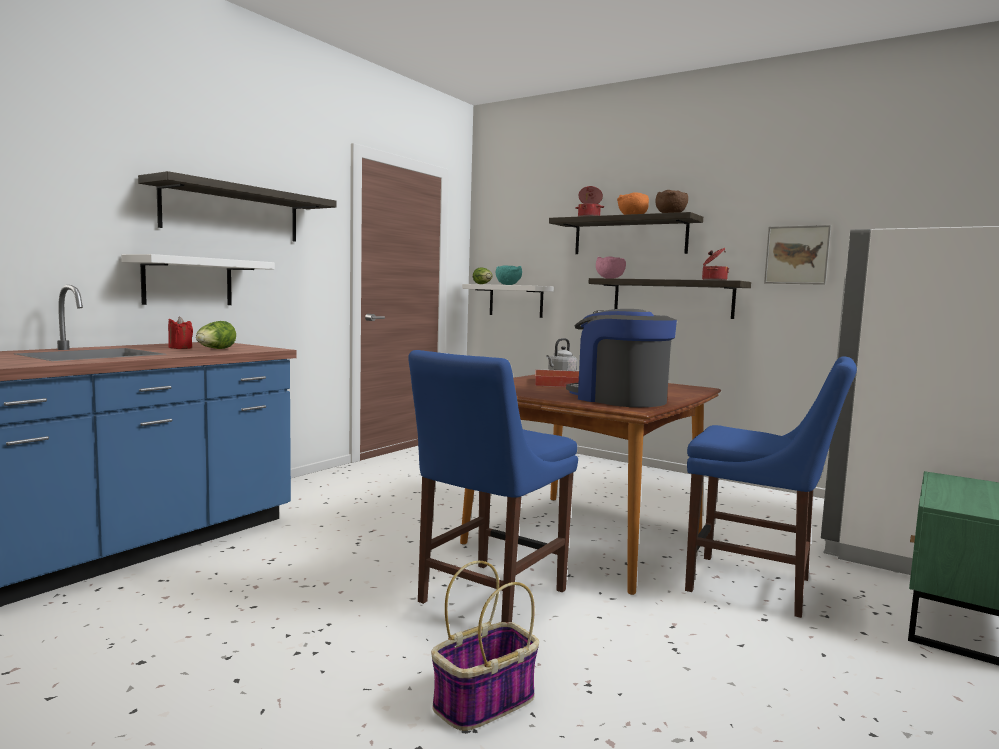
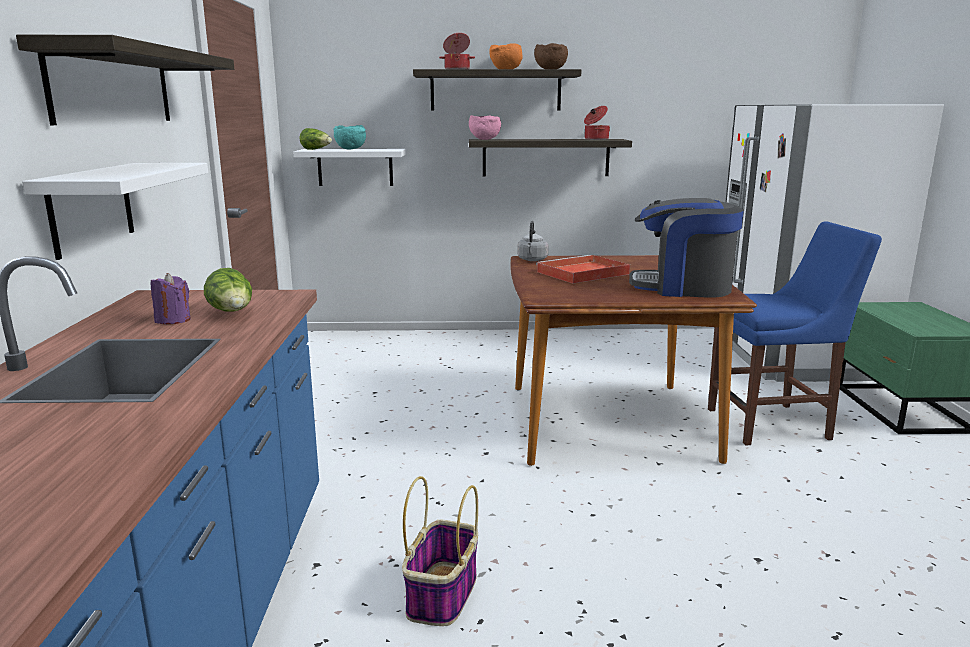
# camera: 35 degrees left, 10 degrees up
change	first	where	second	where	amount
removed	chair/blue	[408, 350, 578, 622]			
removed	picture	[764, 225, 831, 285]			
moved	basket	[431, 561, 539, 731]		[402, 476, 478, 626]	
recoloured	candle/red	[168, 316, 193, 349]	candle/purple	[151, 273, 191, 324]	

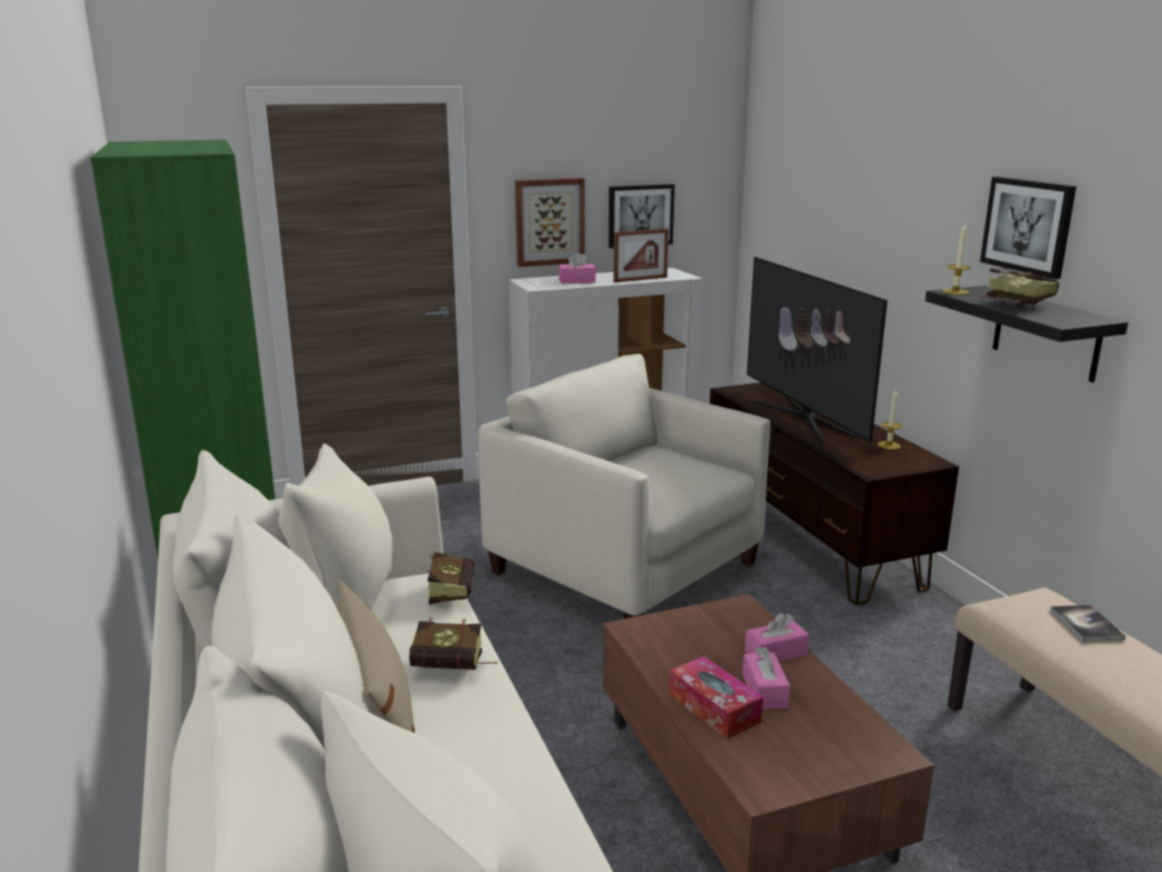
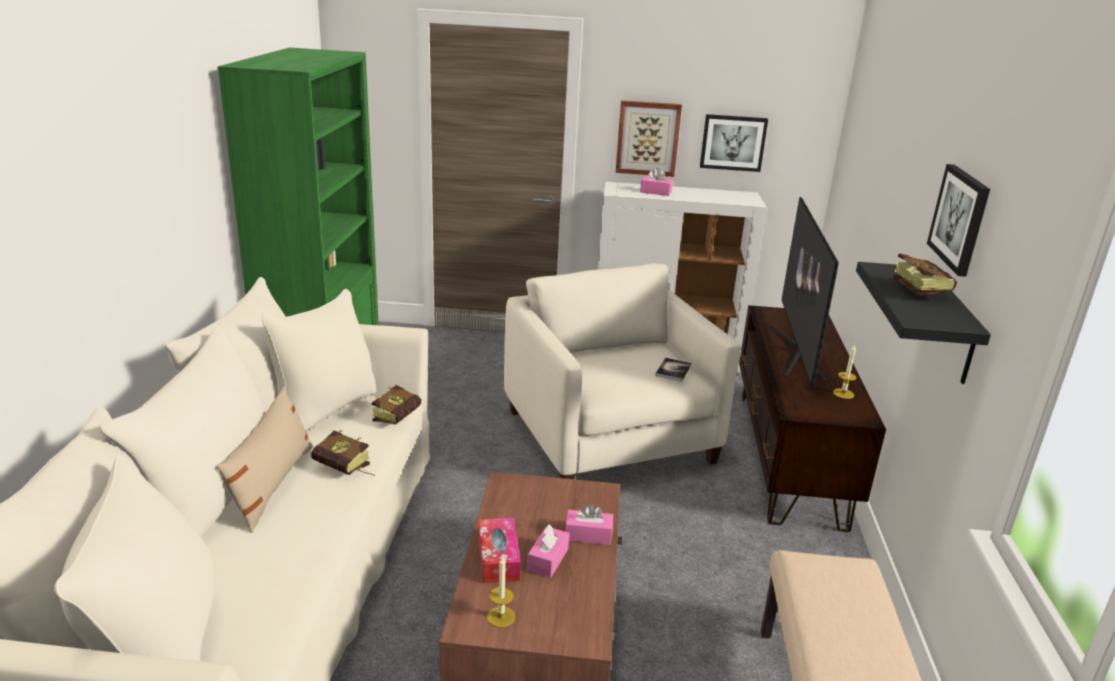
# camera: 25 degrees right, 5 degrees up
change	first	where	second	where	amount
removed	picture frame	[613, 228, 669, 283]			
moved	candle	[942, 223, 971, 295]		[487, 556, 515, 627]	
moved	book	[1050, 605, 1126, 643]		[655, 358, 691, 382]	

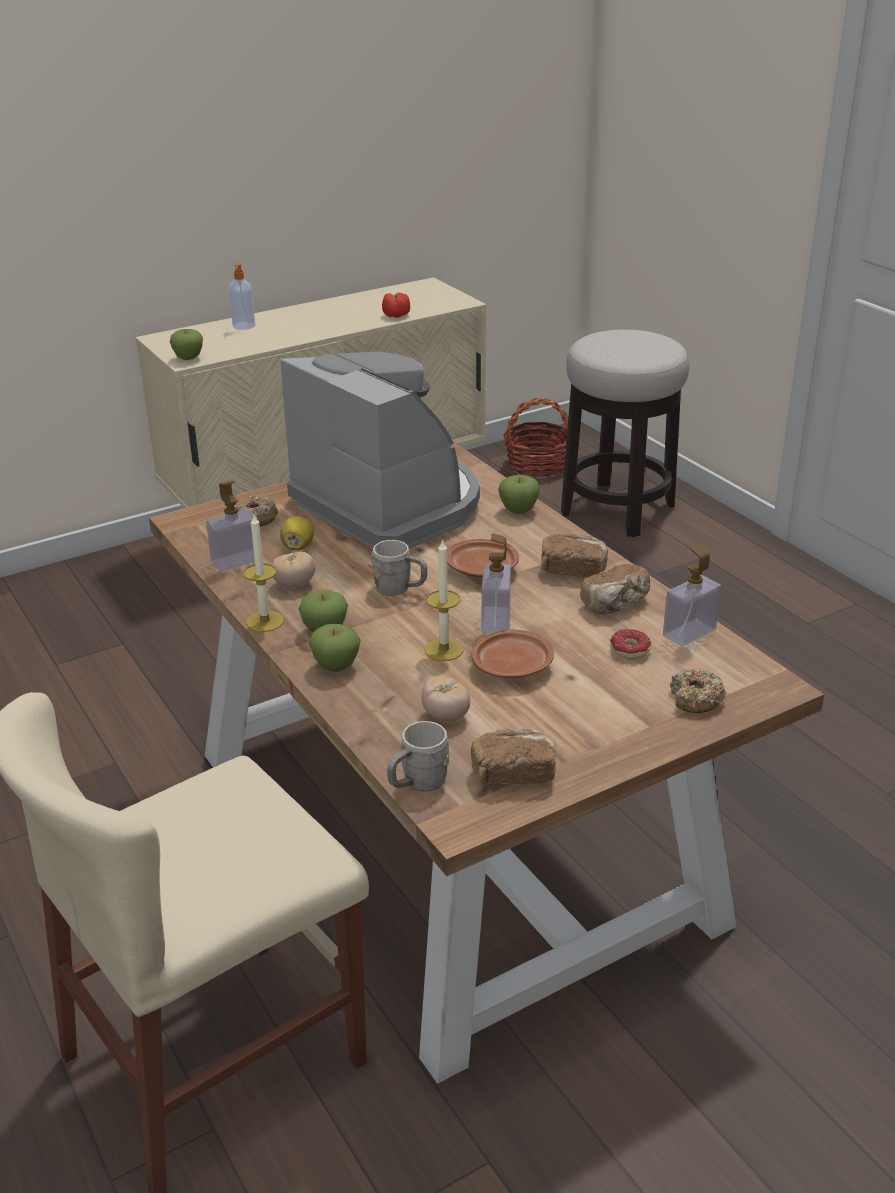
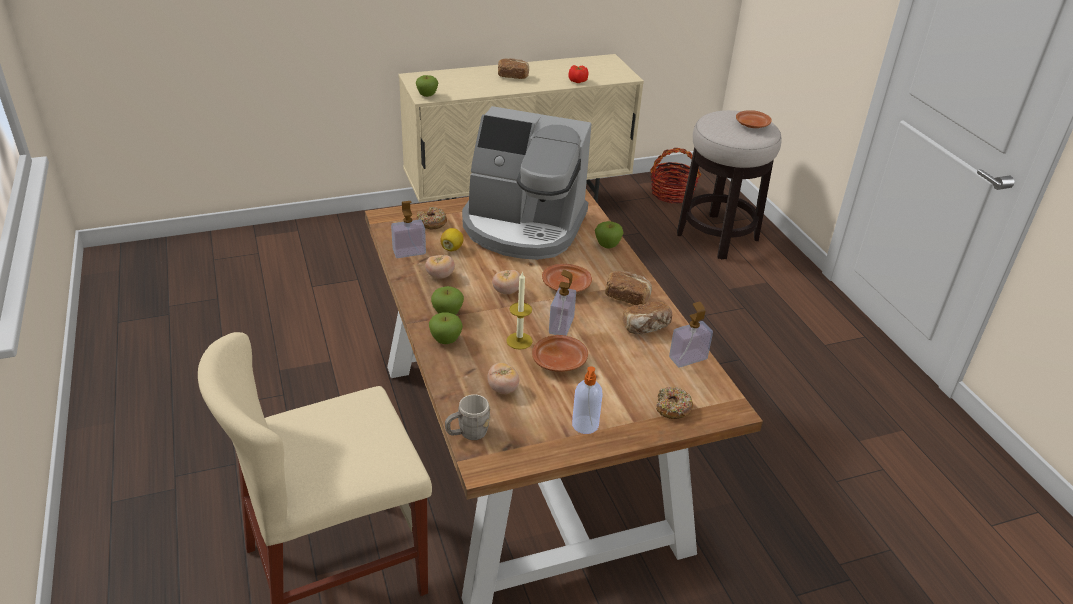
# camera: 10 degrees right, 5 degrees up
change	first	where	second	where	amount
removed	candle	[243, 515, 284, 632]			
removed	donut	[610, 629, 651, 659]			
added			plate/brown	[736, 110, 772, 128]	
moved	soap dispenser	[229, 263, 255, 330]		[572, 366, 602, 434]	
moved	bread	[471, 728, 556, 786]		[498, 58, 529, 79]	
replaced	mug/grey	[371, 540, 427, 596]	tomato	[492, 270, 521, 294]	
turned	coffee machine	[280, 351, 480, 549]		[462, 106, 592, 260]	135 degrees clockwise

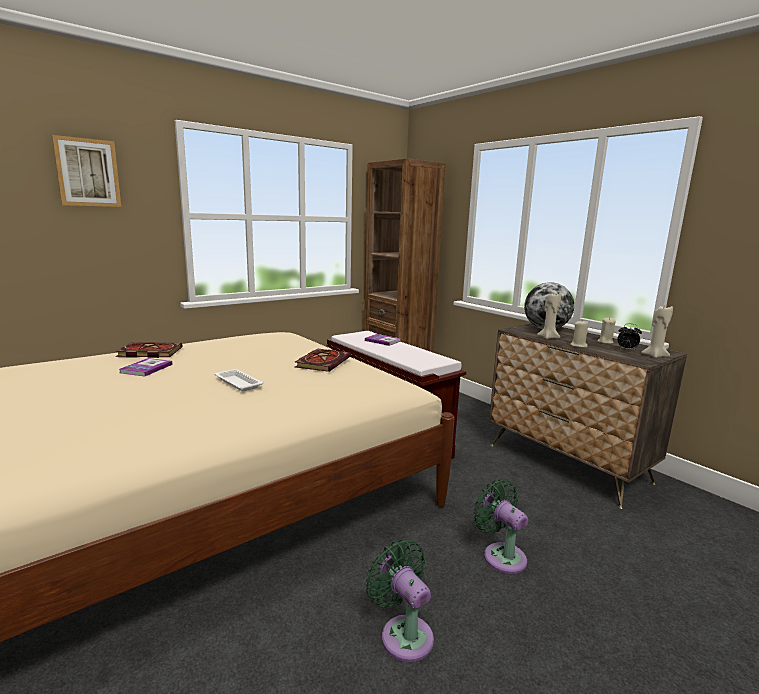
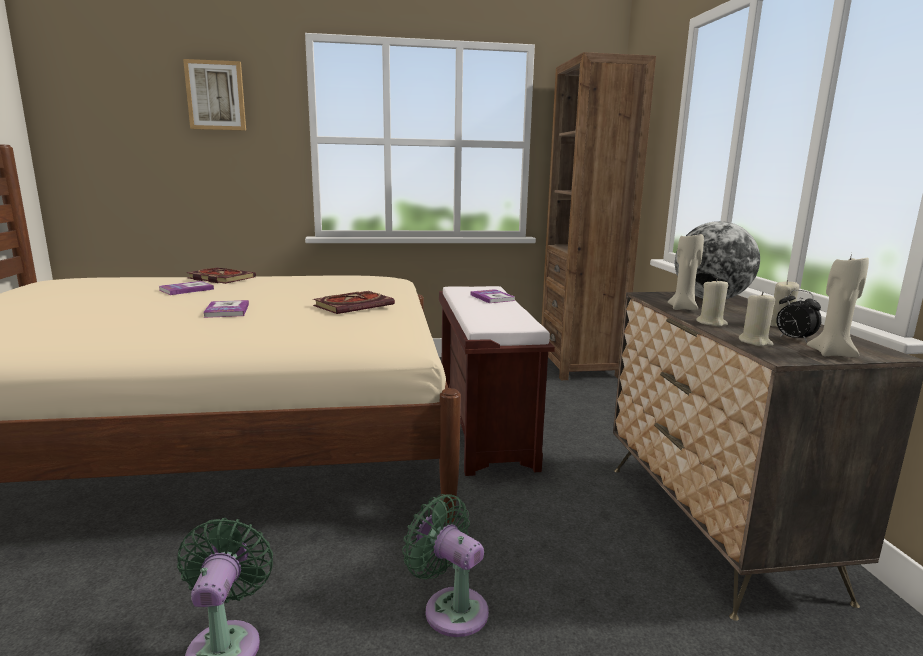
# camera: 30 degrees right, 0 degrees up
change	first	where	second	where	amount
added			candle/beige	[739, 292, 775, 346]	
replaced	tray/white	[214, 369, 263, 391]	book	[203, 300, 249, 318]	
turned	fan/green	[473, 479, 528, 574]		[402, 494, 489, 637]	45 degrees counterclockwise

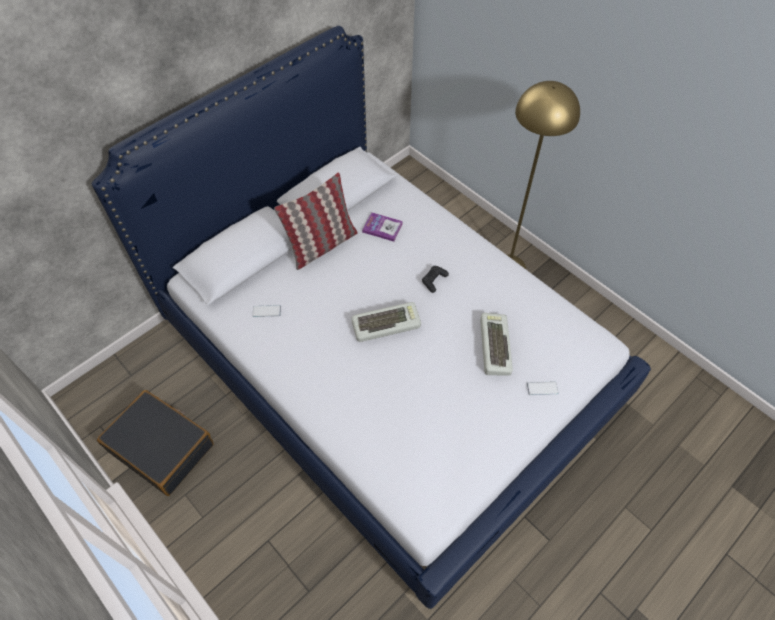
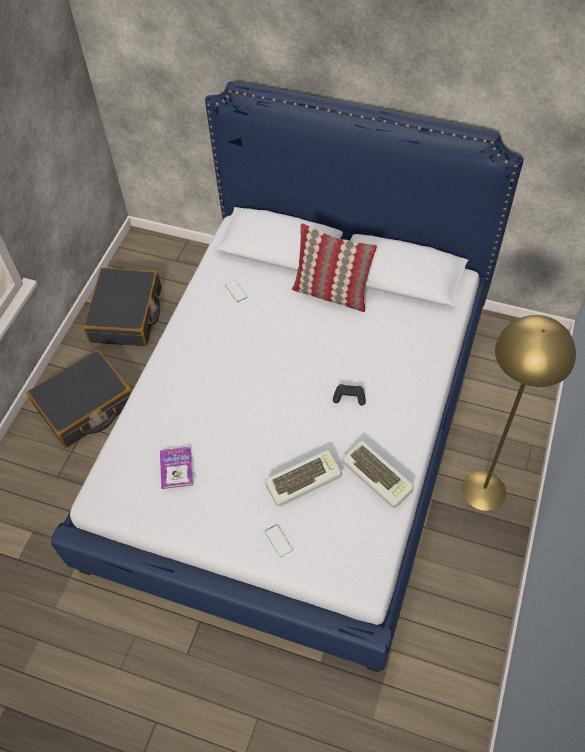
# camera: 65 degrees right, 0 degrees up
change	first	where	second	where	amount
added			suitcase/black	[27, 350, 132, 448]	
moved	keyboard	[352, 302, 421, 342]		[342, 440, 414, 508]	
moved	book	[362, 212, 403, 241]		[160, 447, 193, 489]	

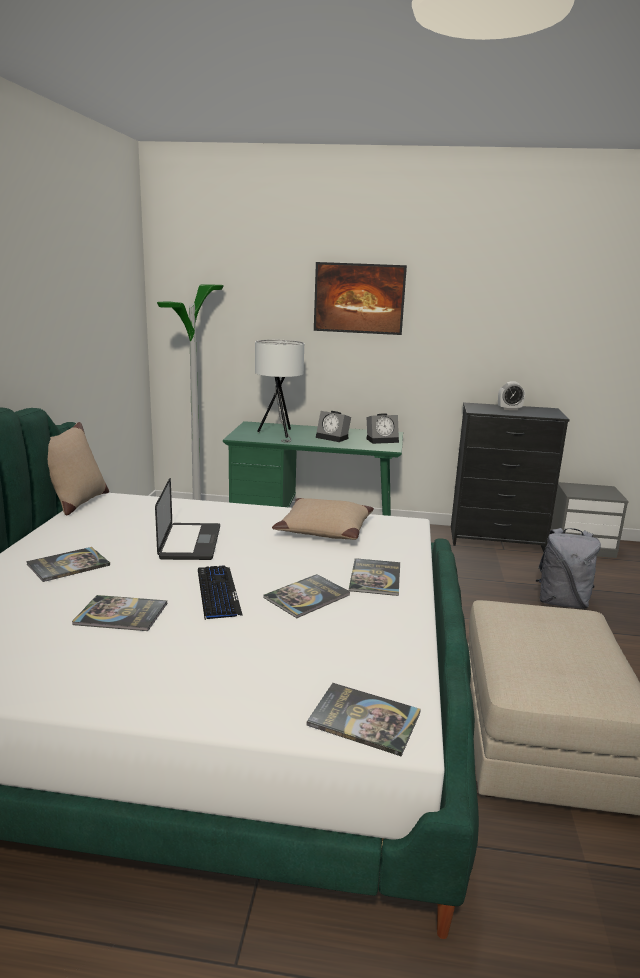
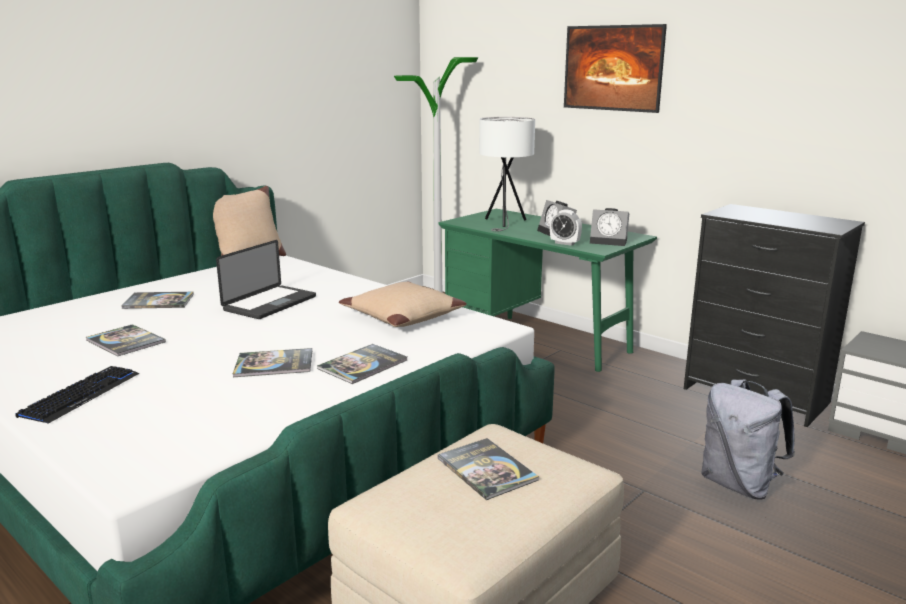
# camera: 35 degrees right, 0 degrees up
change	first	where	second	where	amount
moved	keyboard	[198, 565, 243, 620]		[15, 366, 139, 424]	
moved	book	[307, 683, 421, 756]		[437, 438, 539, 500]	
moved	alarm clock	[498, 381, 525, 410]		[550, 209, 582, 246]	

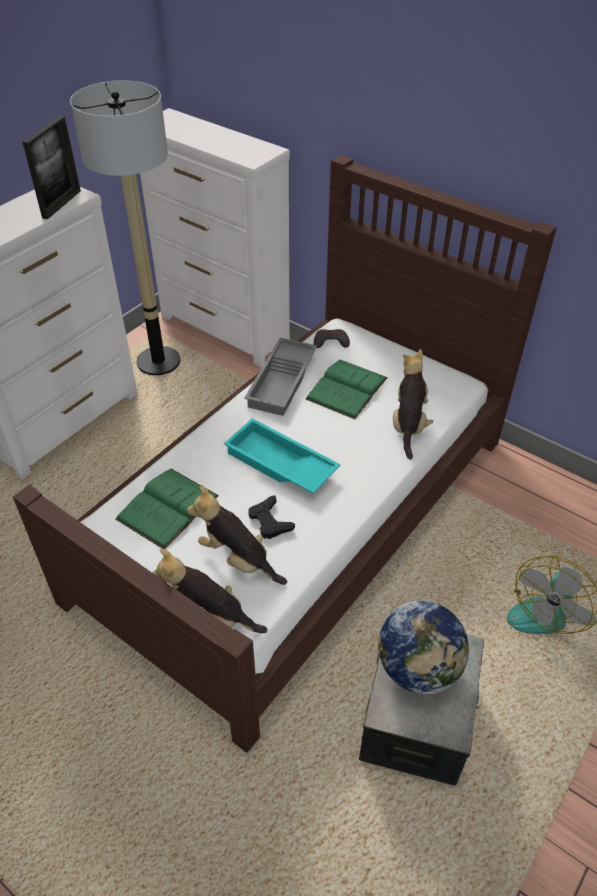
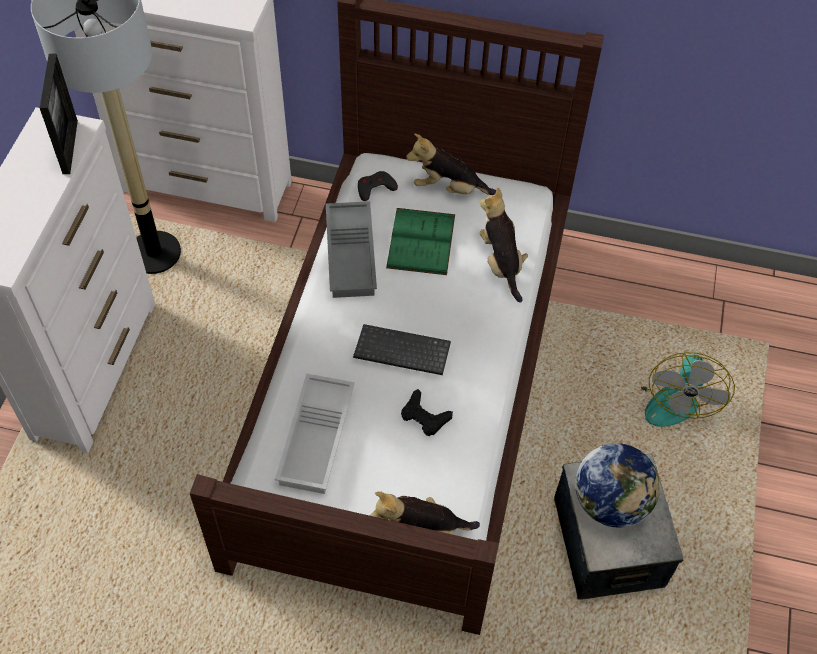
# camera: 25 degrees left, 10 degrees up
change	first	where	second	where	amount
moved	plush toy	[187, 486, 287, 585]		[406, 134, 496, 195]	
replaced	book/green	[115, 469, 219, 550]	tray/white	[275, 373, 355, 494]	
replaced	tray/turquoise	[224, 418, 340, 494]	keyboard	[353, 324, 451, 375]	

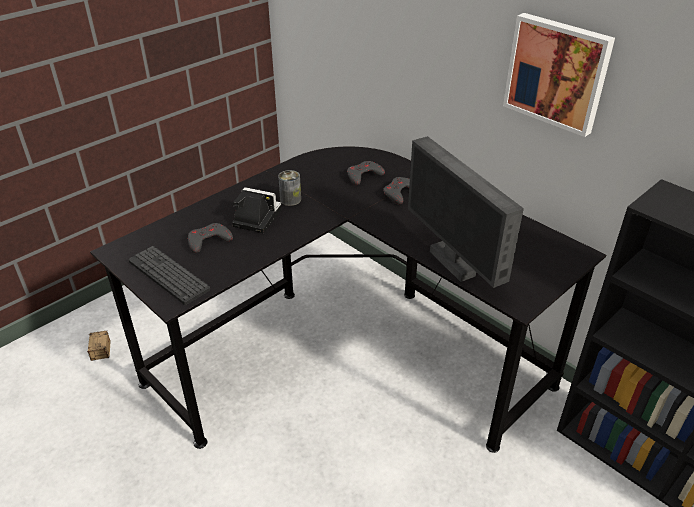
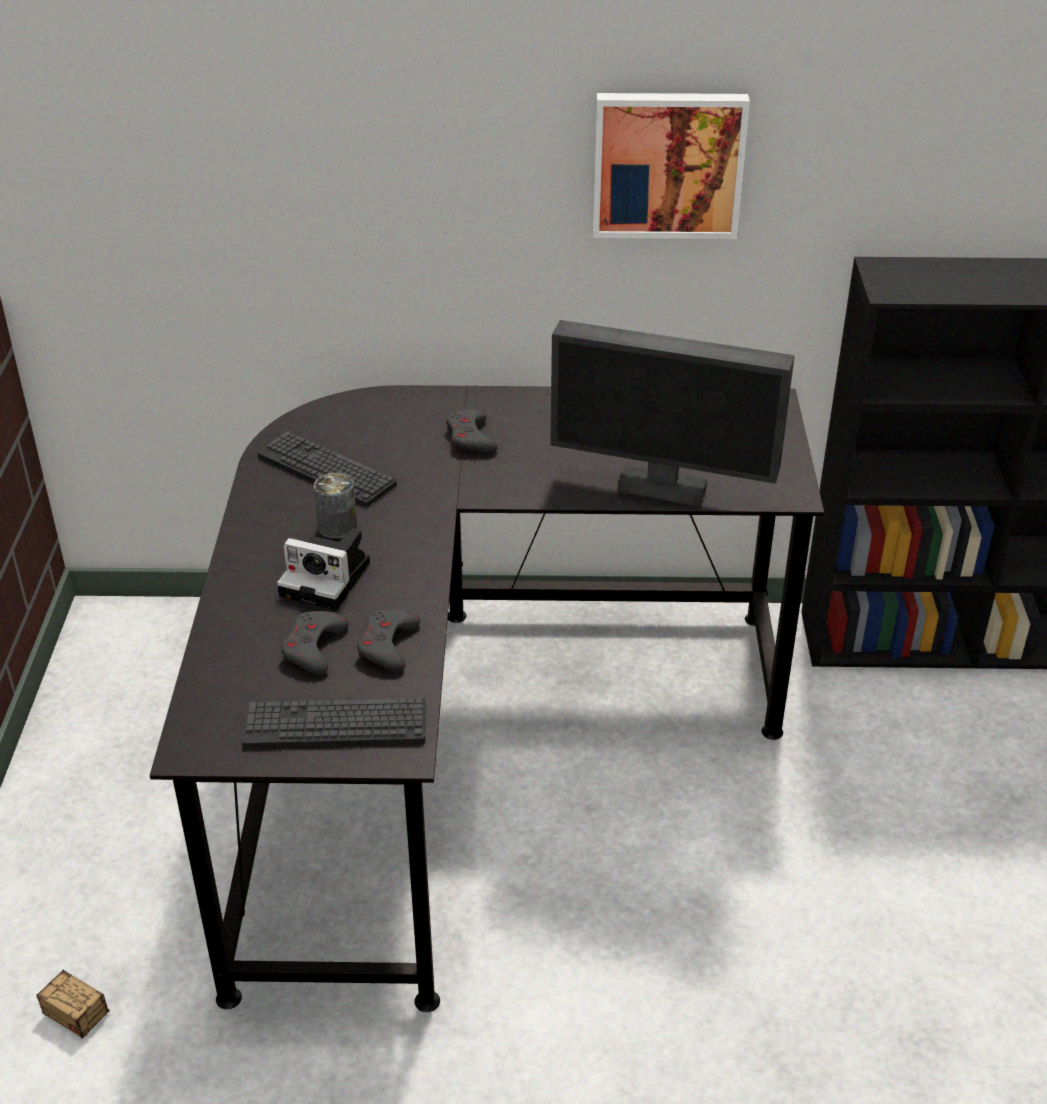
# camera: 45 degrees left, 0 degrees up
change	first	where	second	where	amount
added			keyboard	[257, 431, 397, 507]	
moved	game controller/grey	[347, 161, 385, 185]		[357, 608, 420, 672]	
turned	photo camera	[232, 187, 282, 233]		[277, 529, 370, 610]	135 degrees counterclockwise

